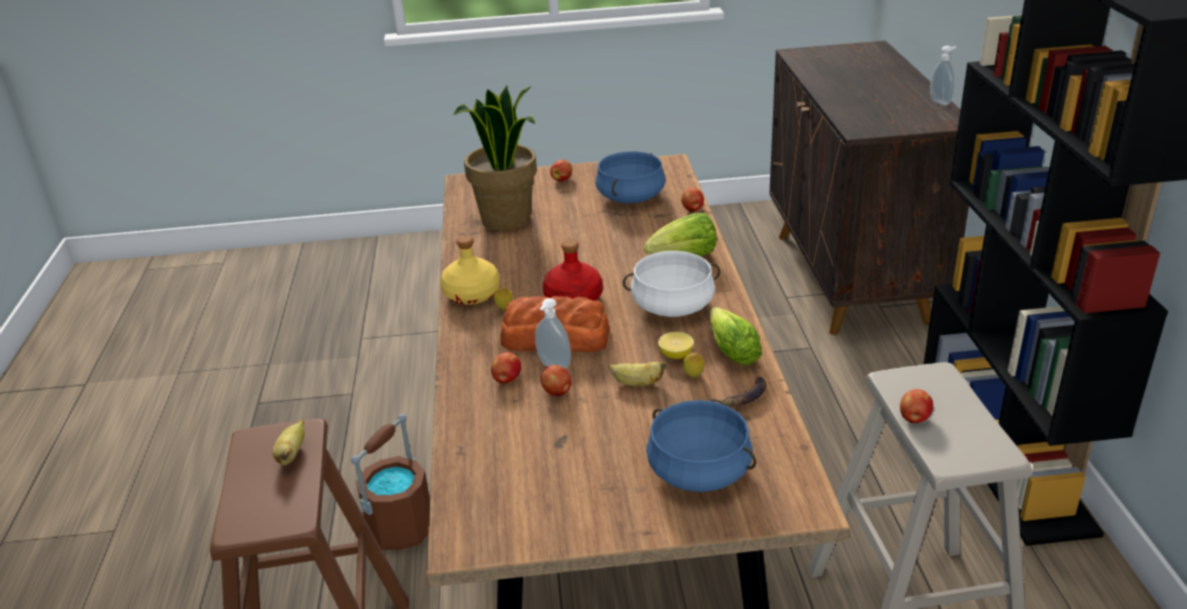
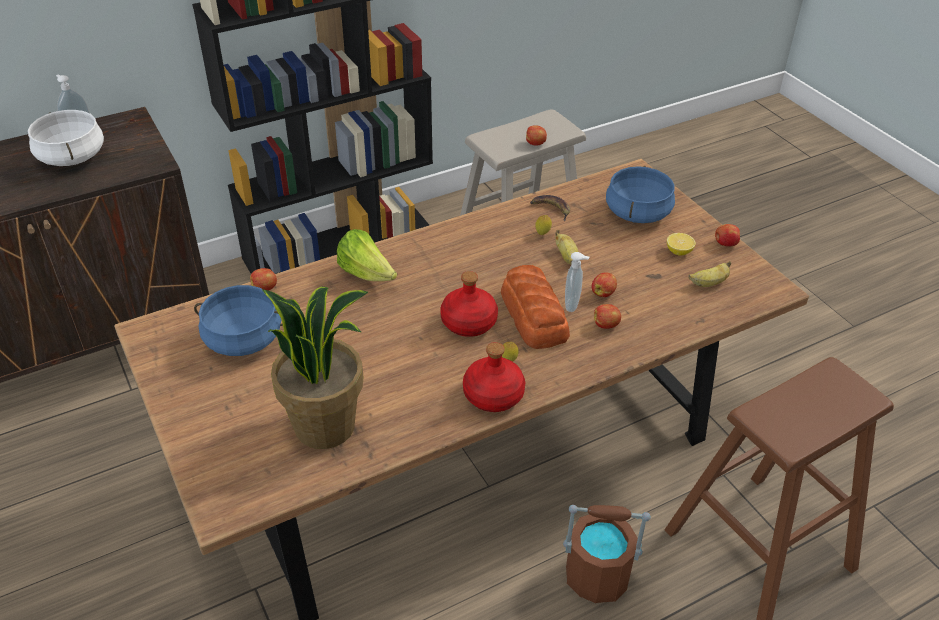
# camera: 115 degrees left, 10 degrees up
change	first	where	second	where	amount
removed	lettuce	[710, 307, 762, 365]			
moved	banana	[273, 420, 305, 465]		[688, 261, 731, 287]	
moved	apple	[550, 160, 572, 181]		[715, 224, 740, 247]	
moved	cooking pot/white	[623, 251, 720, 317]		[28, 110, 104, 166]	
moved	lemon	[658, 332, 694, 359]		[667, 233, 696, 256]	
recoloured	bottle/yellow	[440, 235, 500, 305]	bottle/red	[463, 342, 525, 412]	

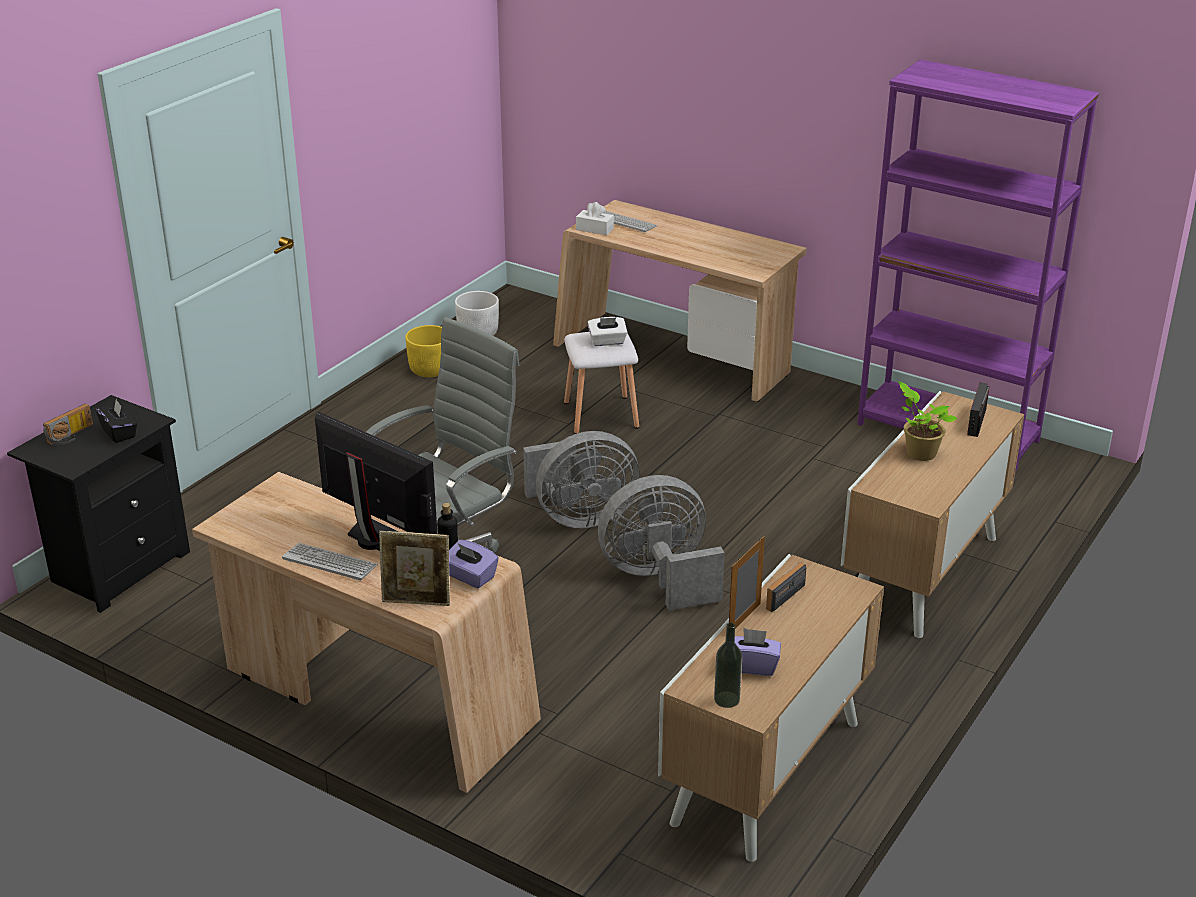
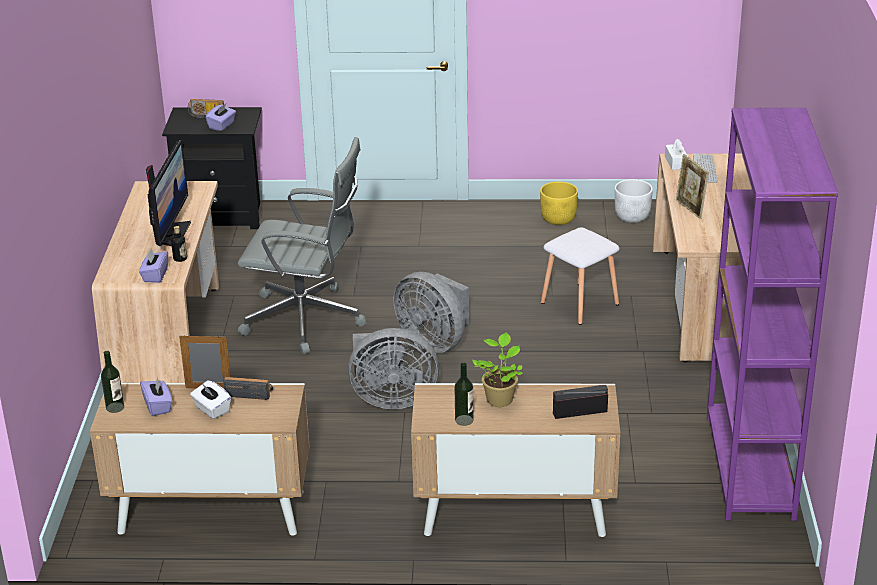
# camera: 60 degrees right, 0 degrees up
change	first	where	second	where	amount
removed	keyboard	[282, 543, 378, 581]			
added			bottle	[455, 363, 474, 426]	
moved	picture frame	[379, 531, 450, 606]		[676, 154, 709, 219]	
moved	tissue box/white	[587, 317, 628, 346]		[190, 380, 231, 419]	
recoloured	tissue box/black	[96, 399, 137, 443]	tissue box/purple	[206, 104, 236, 131]	
turned	fan/grey	[598, 475, 725, 610]		[348, 328, 439, 409]	135 degrees clockwise

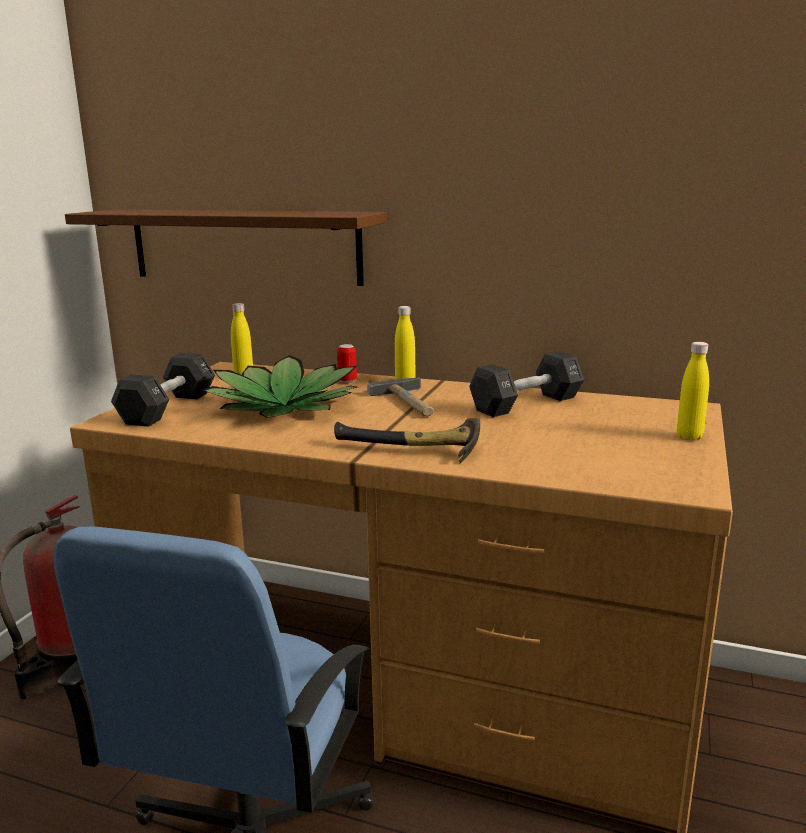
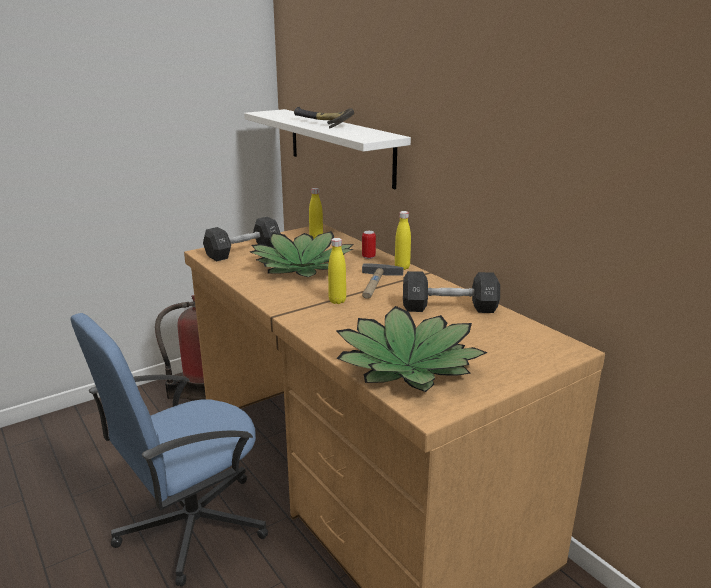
# camera: 35 degrees right, 5 degrees up
change	first	where	second	where	amount
added			potted plant	[336, 306, 488, 392]	
moved	hammer	[334, 418, 480, 463]		[294, 107, 354, 128]	
moved	bottle/yellow	[677, 342, 709, 441]		[328, 238, 346, 304]	
recoloured	shelf/brown	[65, 209, 387, 286]	shelf/white	[244, 109, 411, 189]	

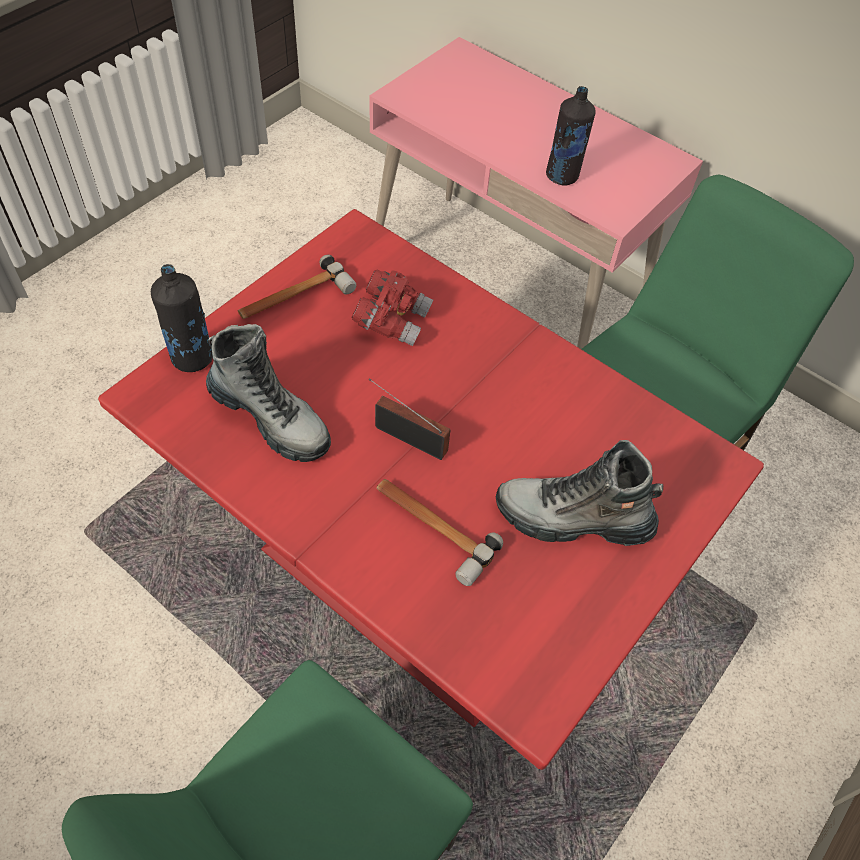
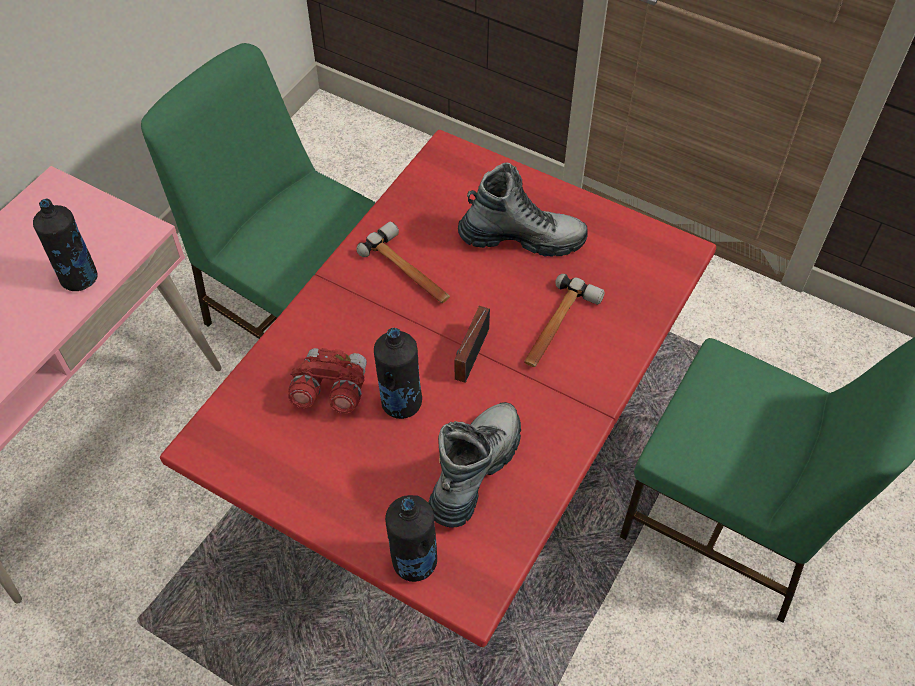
# camera: 95 degrees left, 0 degrees up
change	first	where	second	where	amount
added			bottle/black	[374, 328, 422, 419]	
moved	hammer	[238, 255, 356, 319]		[356, 222, 450, 303]	
turned	boot	[496, 440, 663, 546]		[458, 163, 588, 257]	90 degrees counterclockwise

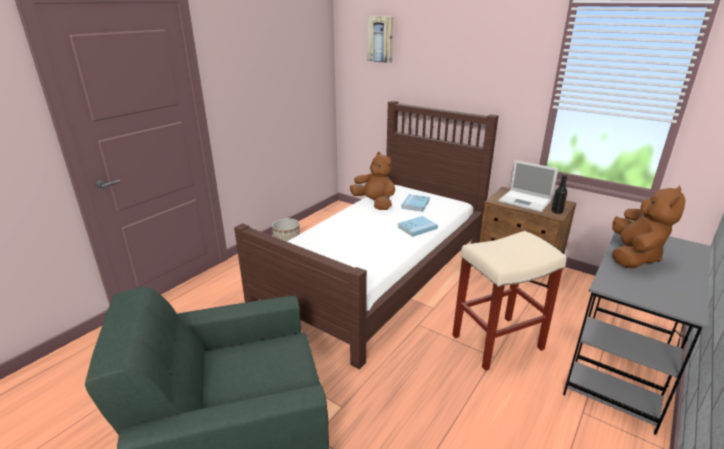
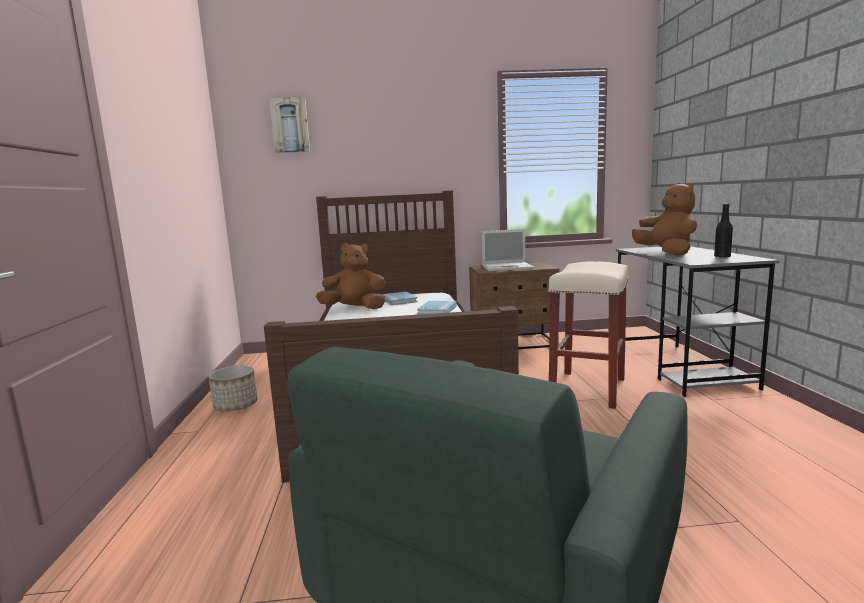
# camera: 40 degrees left, 15 degrees down
change	first	where	second	where	amount
moved	bottle/black	[551, 174, 567, 214]		[714, 204, 733, 258]	

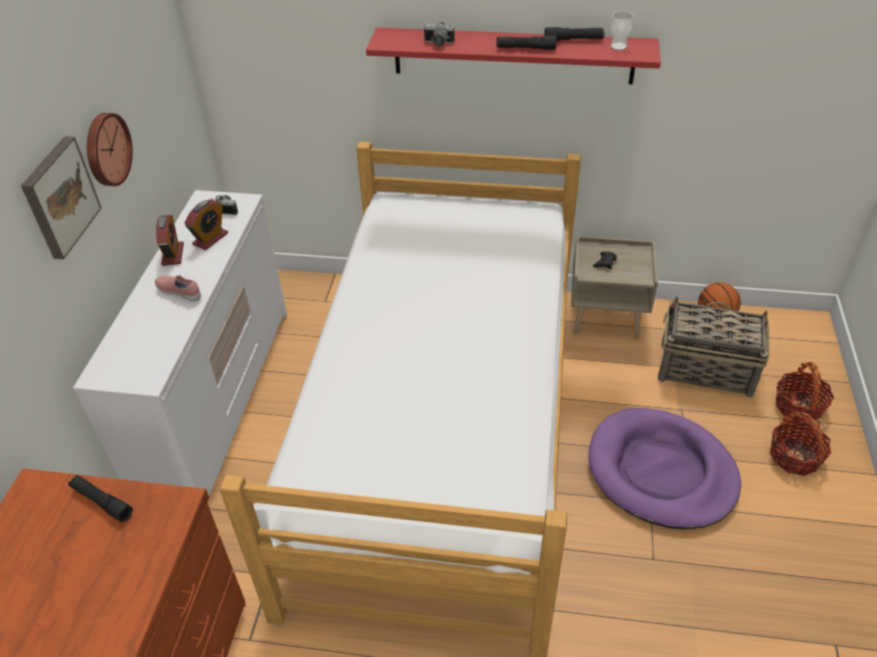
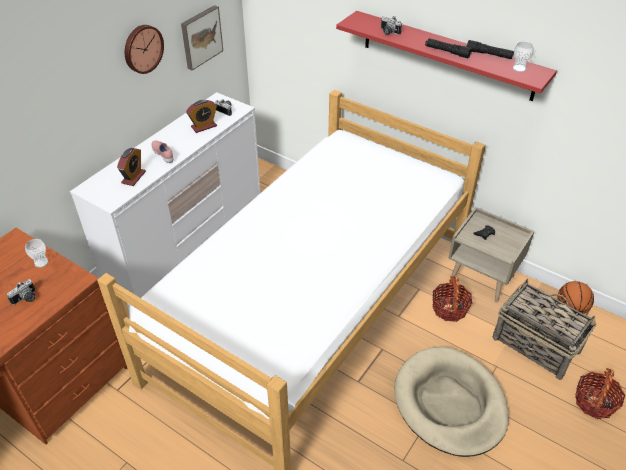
# camera: 25 degrees right, 0 degrees up
change	first	where	second	where	amount
added			photo camera	[7, 279, 35, 305]	
moved	picture	[21, 136, 102, 259]		[181, 5, 223, 70]	
moved	alarm clock	[156, 215, 184, 266]		[117, 148, 146, 186]	
moved	basket	[769, 412, 831, 476]		[432, 276, 473, 322]	
replaced	flashlight/black	[68, 475, 133, 522]	cup	[25, 239, 49, 268]	
recoloured	dog bed/purple	[588, 408, 741, 529]	dog bed/beige	[394, 347, 509, 457]	

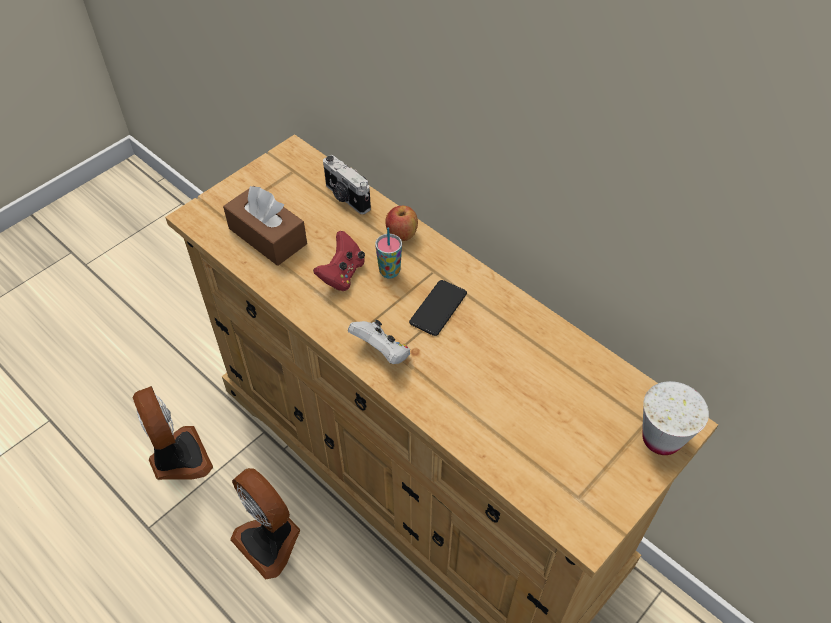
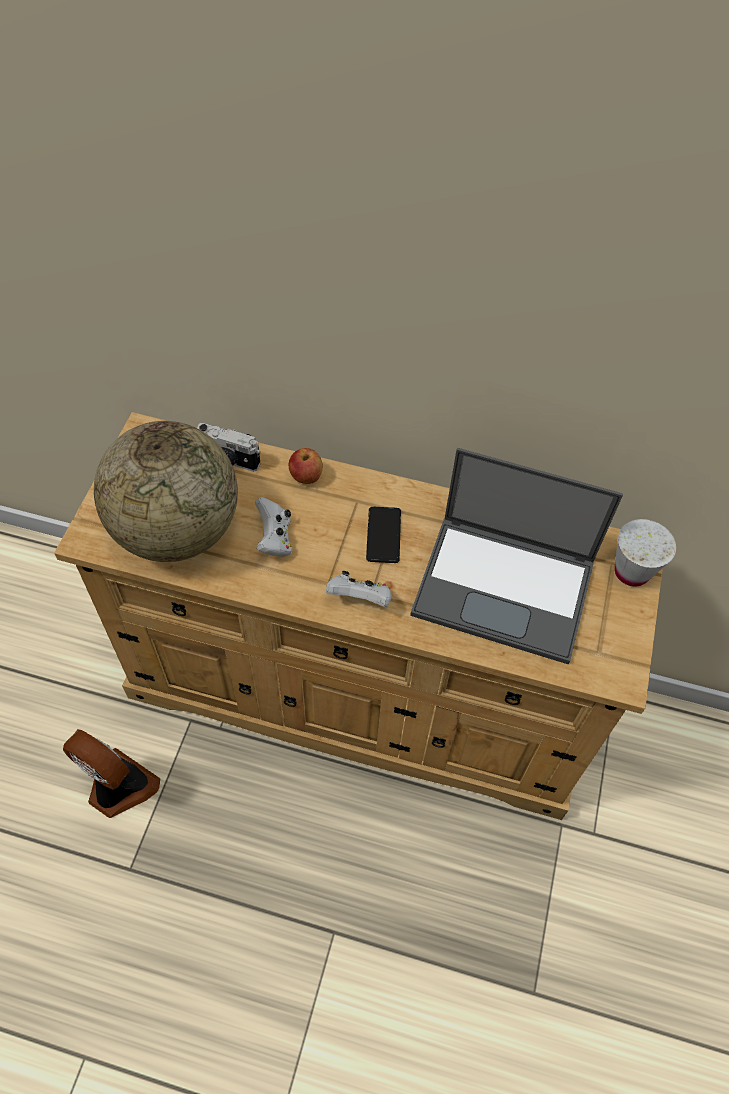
# camera: 30 degrees left, 5 degrees up
change	first	where	second	where	amount
removed	fan	[230, 468, 300, 580]			
removed	cup	[375, 228, 402, 279]			
added			laptop	[410, 448, 623, 664]	
replaced	tissue box/brown	[223, 186, 307, 266]	globe	[94, 421, 238, 562]	
recoloured	game controller/red	[313, 231, 365, 291]	game controller/white	[255, 497, 292, 557]	

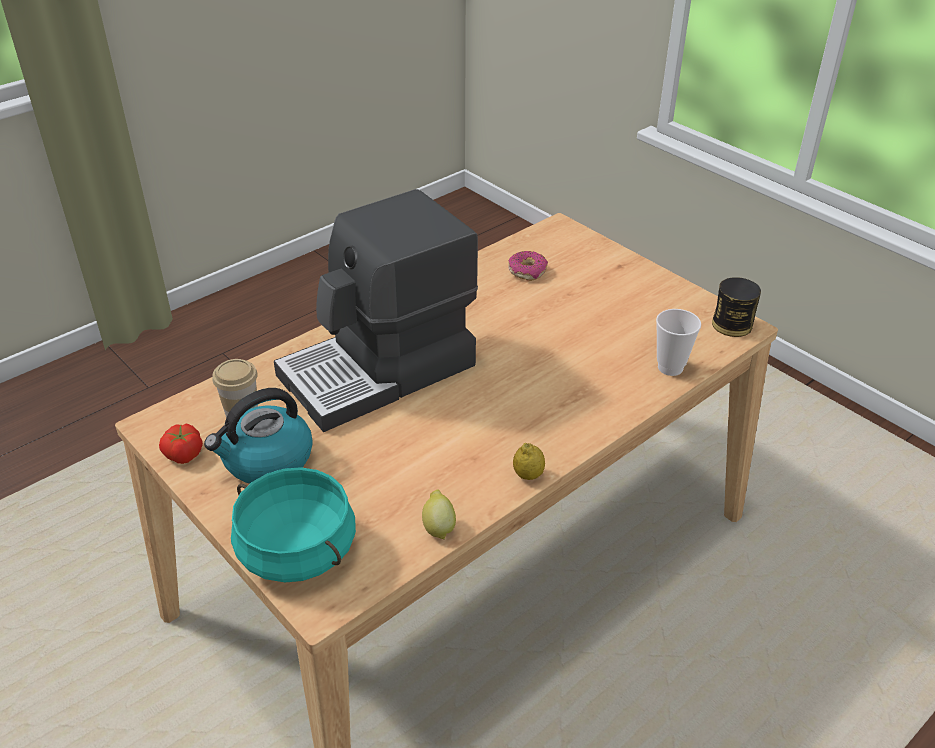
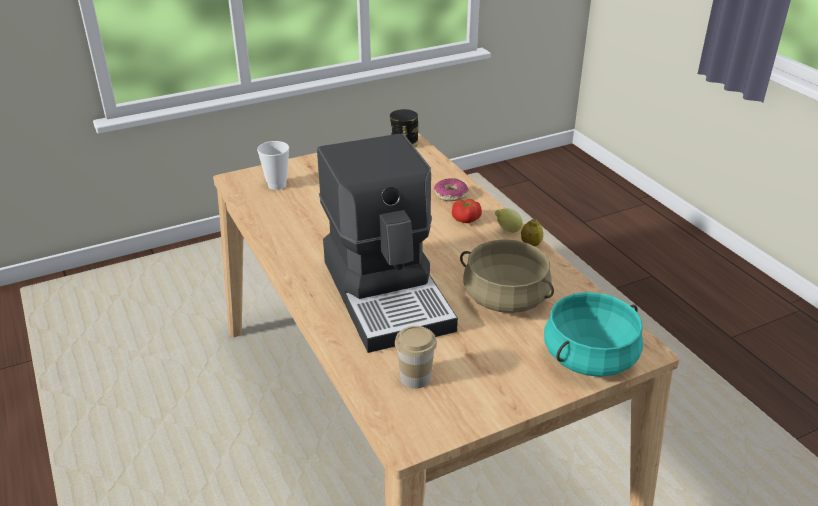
# camera: 75 degrees left, 5 degrees down
change	first	where	second	where	amount
removed	kettle	[204, 388, 313, 484]			
added			cooking pot/beige	[460, 239, 554, 313]	
moved	tomato	[159, 424, 203, 464]		[452, 199, 482, 223]	
moved	lemon	[422, 490, 456, 540]		[495, 208, 523, 233]	
moved	donut	[508, 251, 548, 281]		[434, 178, 468, 201]	
moved	cup	[656, 309, 701, 376]		[257, 141, 289, 190]	

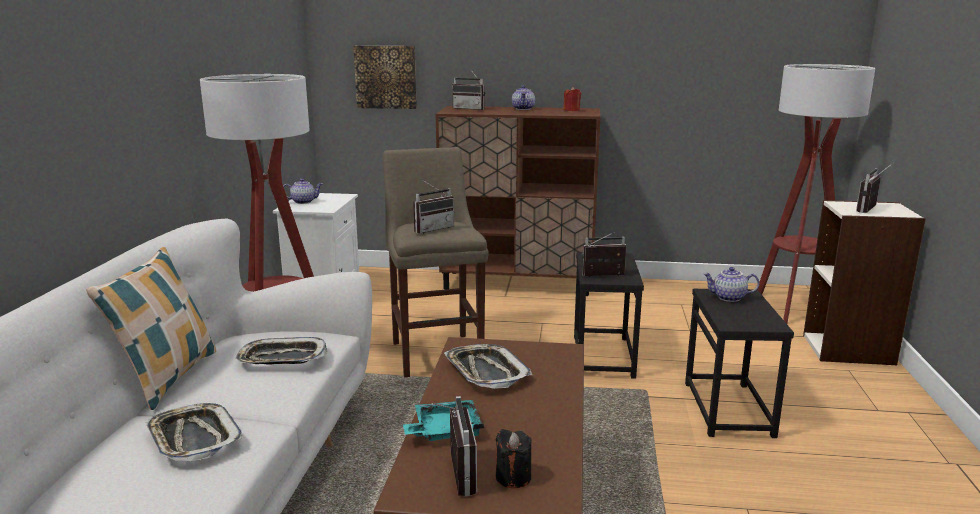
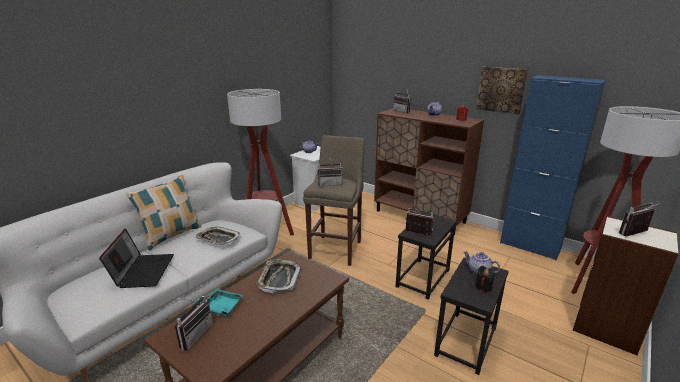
# camera: 30 degrees right, 5 degrees up
change	first	where	second	where	amount
added			cabinet/blue	[500, 75, 606, 260]	
moved	picture	[353, 46, 417, 109]		[476, 67, 528, 114]	
moved	candle/black	[496, 429, 532, 488]		[475, 266, 495, 293]	
replaced	tray	[145, 403, 243, 461]	laptop	[99, 228, 174, 288]	

